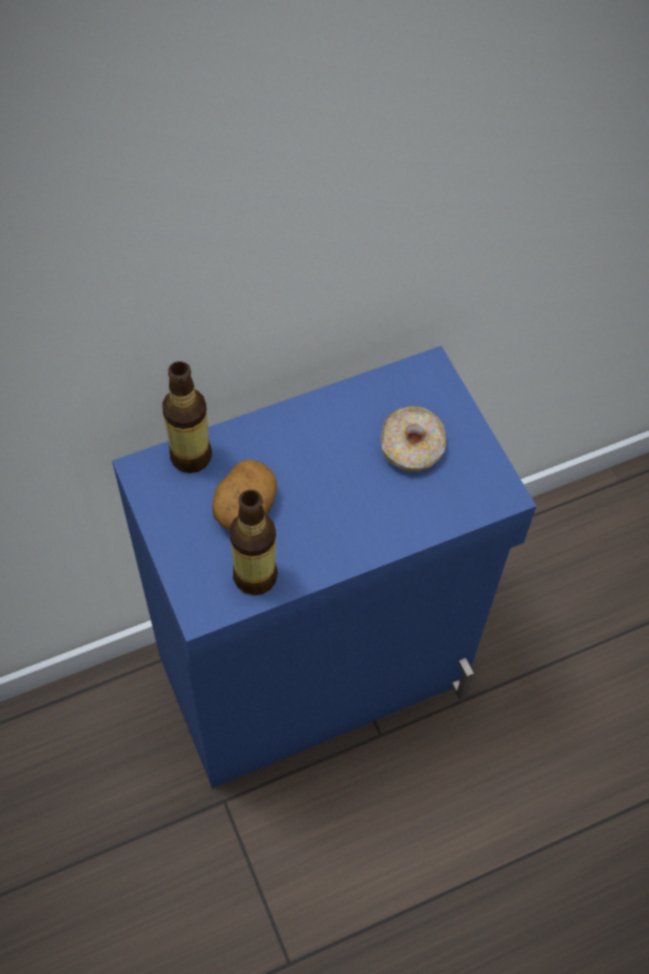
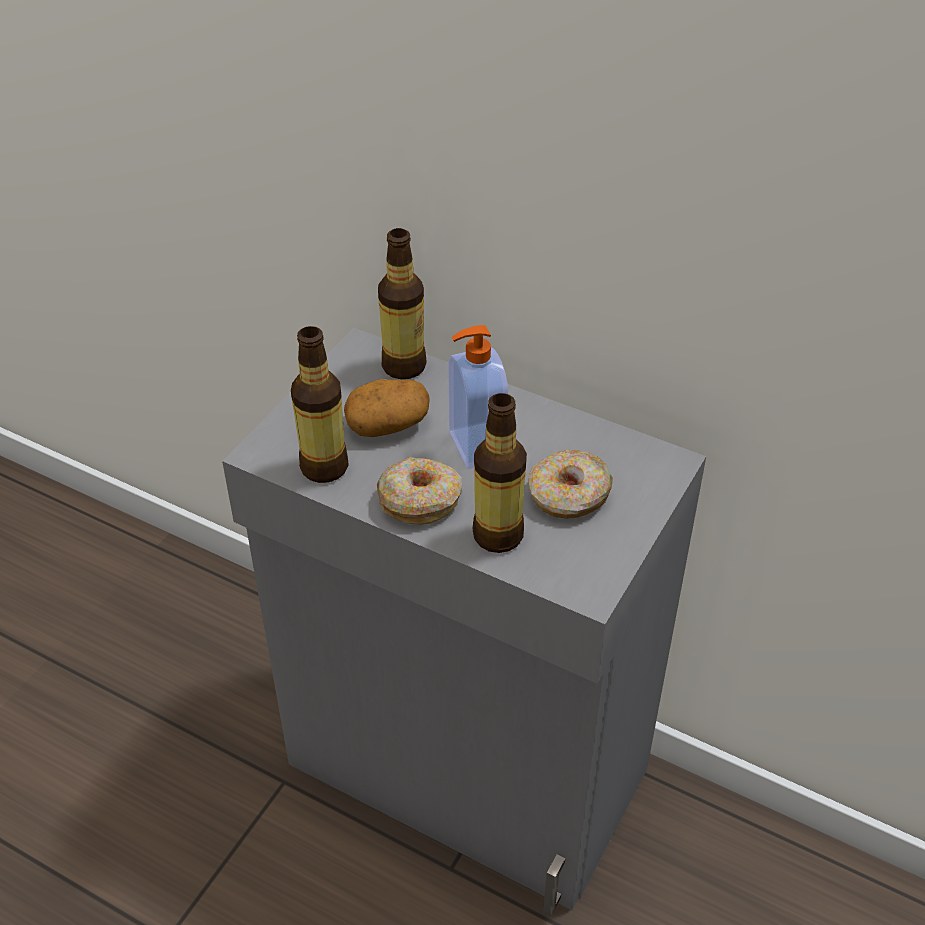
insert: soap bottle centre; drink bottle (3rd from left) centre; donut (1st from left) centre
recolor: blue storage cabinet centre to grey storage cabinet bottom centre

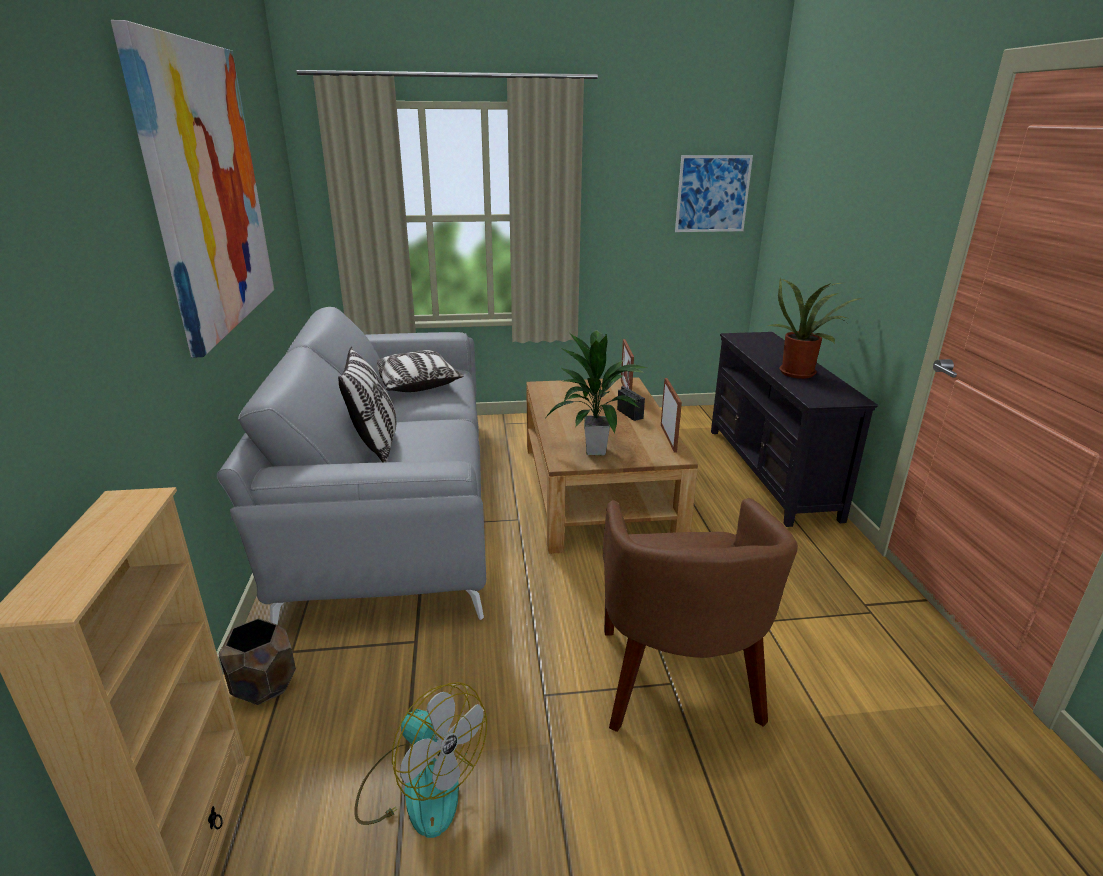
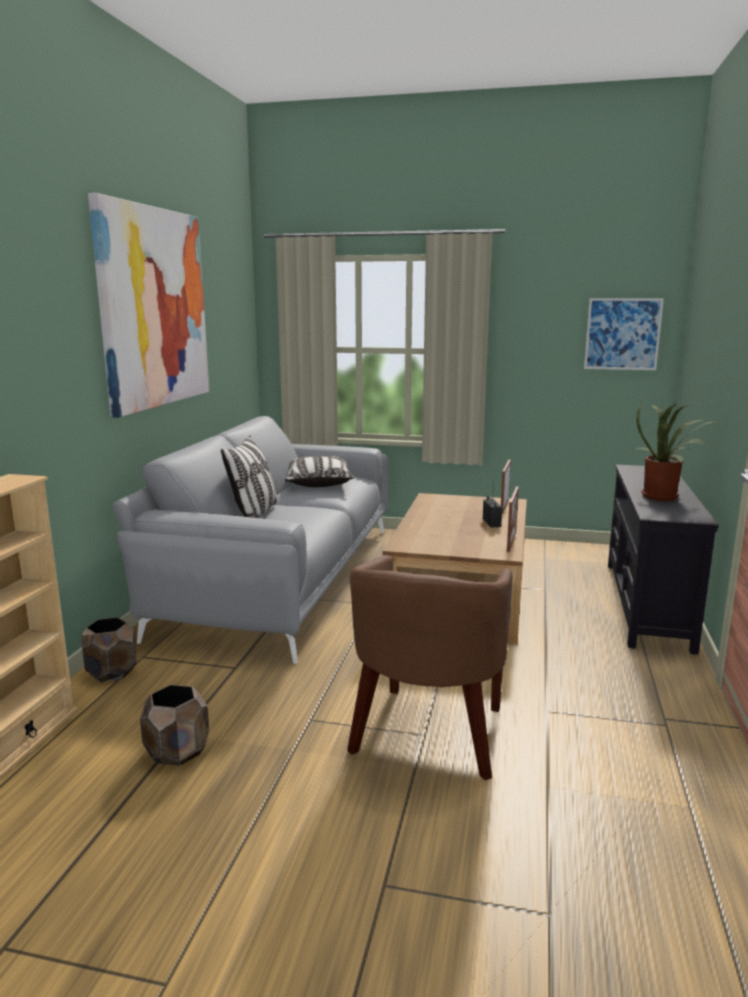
delete: potted plant (1st from left) centre
replace: cooling fan bottom centre to brownish plant pot (2nd from left) bottom left

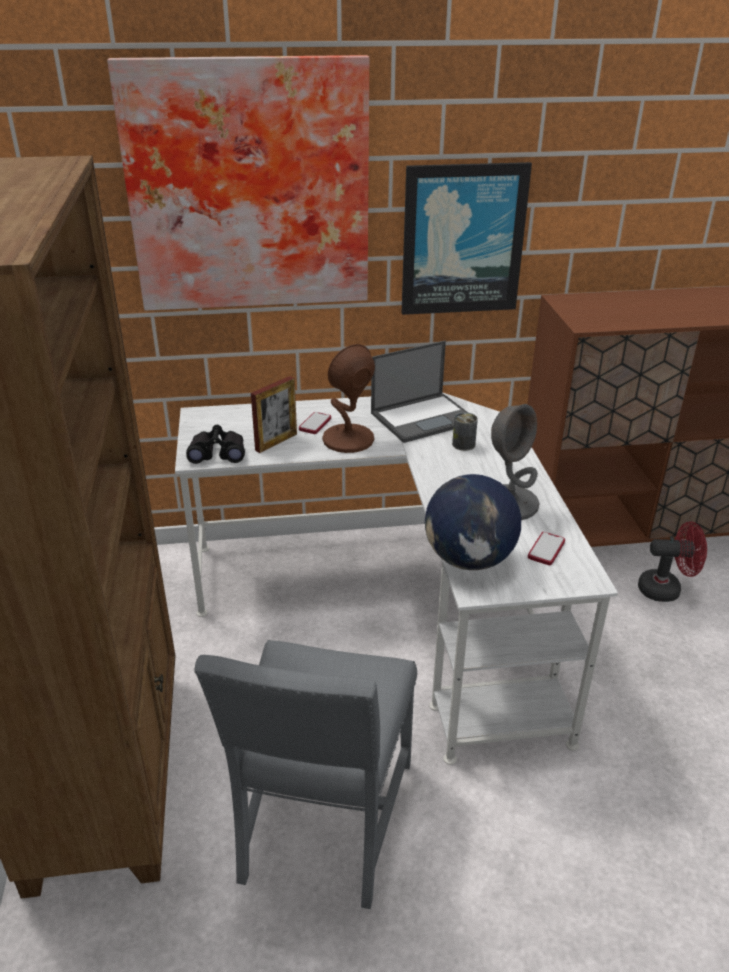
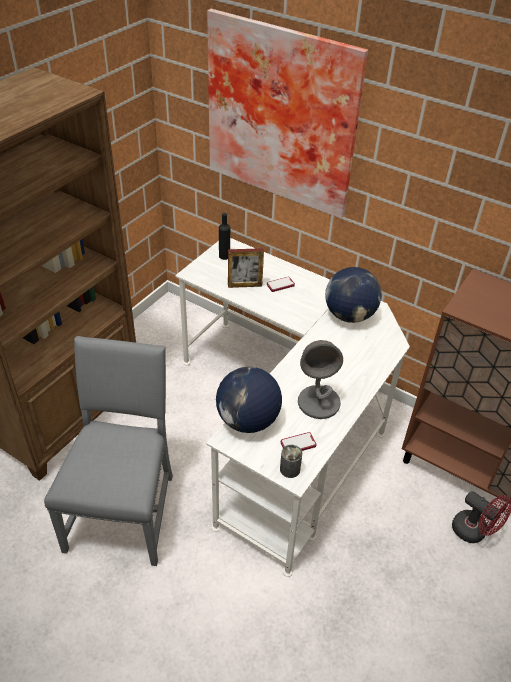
delete: picture (2nd from left) top centre; brownish lamp for a table centre; blackish pair of binoculars middle left
insert: blackish drink bottle centre
move: sealed can centre to bottom centre
replace: laptop centre to desk globe (2nd from left) middle right
rotate: grey upright chair bottom centre = middle left 135 degrees clockwise

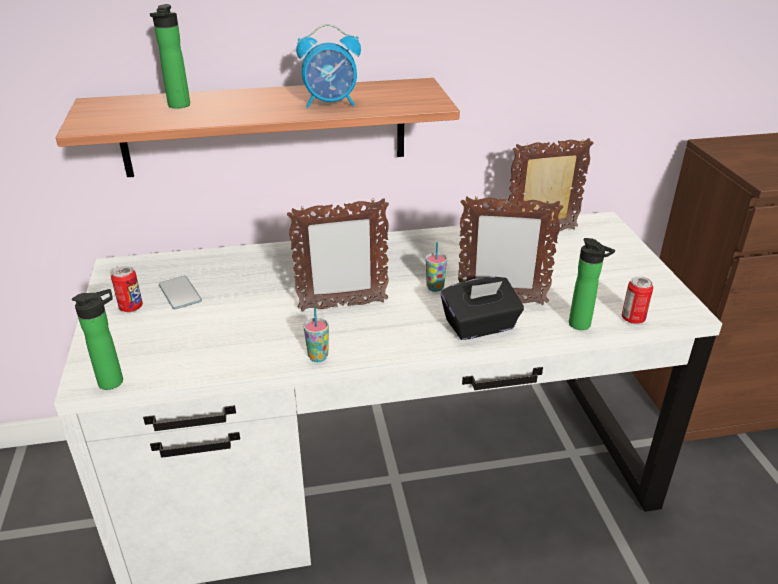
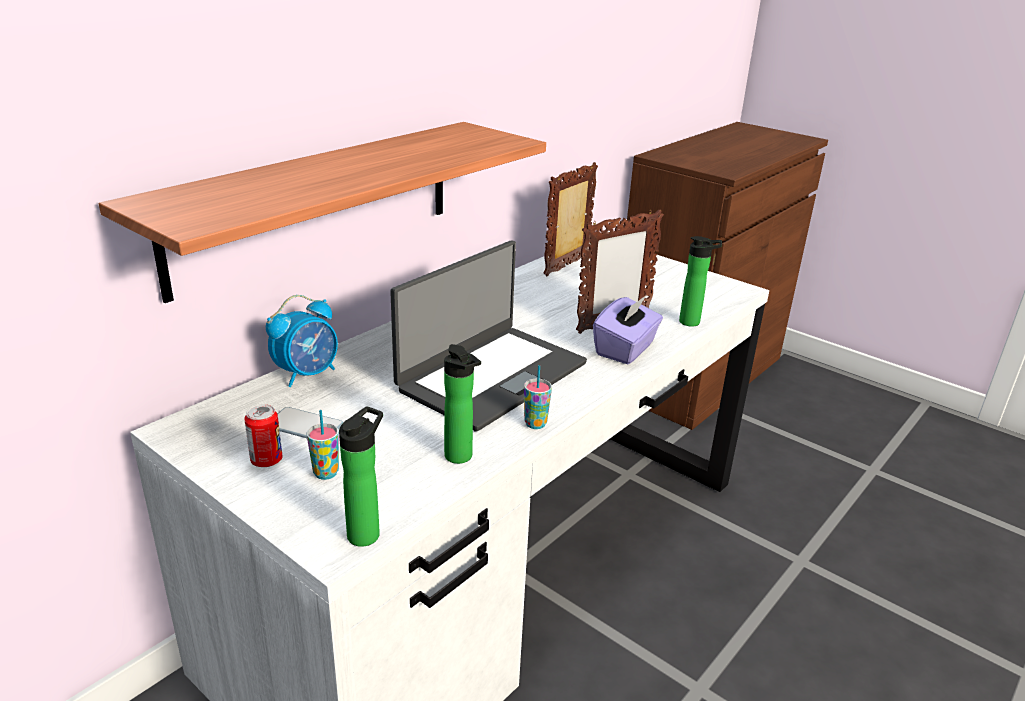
delete: sealed can (2nd from left) middle right
move: drink bottle (2nd from left) top left to centre; table clock top centre to middle left; drinking cup (2nd from left in the first image) centre to drinking cup (1st from left) middle left
replace: standing frame (1st from left) centre to laptop centre
recolor: blackish box of tissues centre to purple-coloured box of tissues centre

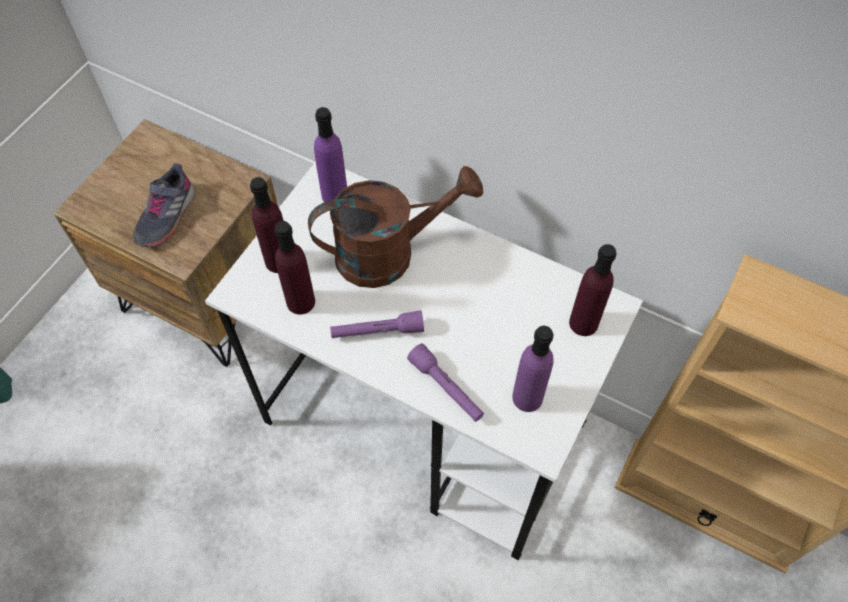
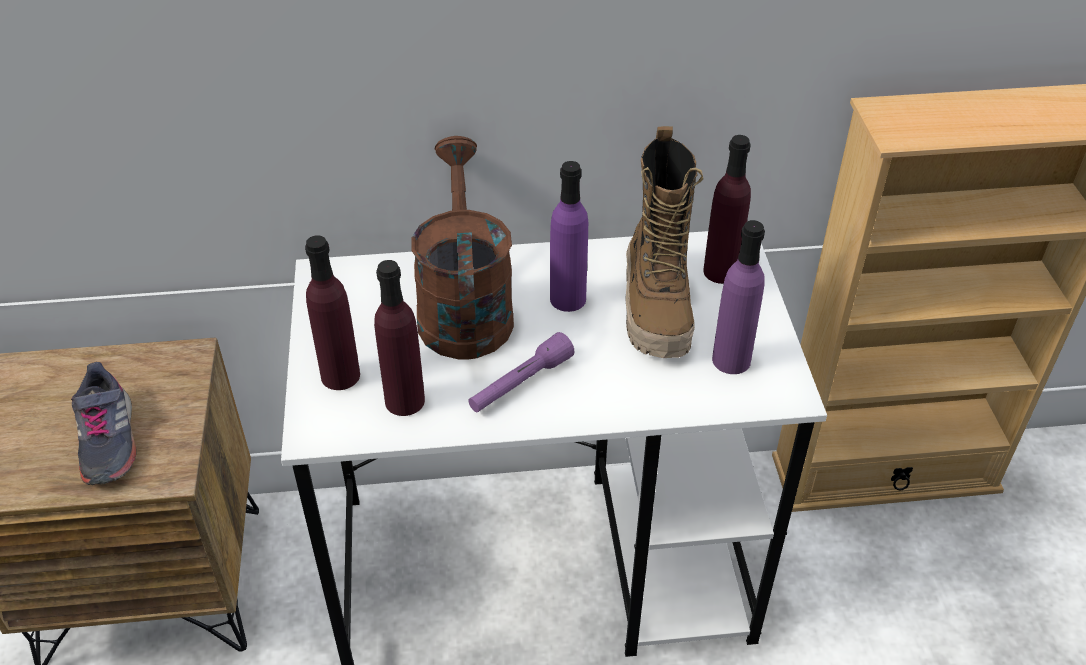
delete: purple-coloured flashlight (2nd from left) centre
insert: boot centre
move: purple-coloured drink bottle (3rd from left) top centre to centre
rotate: brownish sprinkling can centre = centre 45 degrees counterclockwise

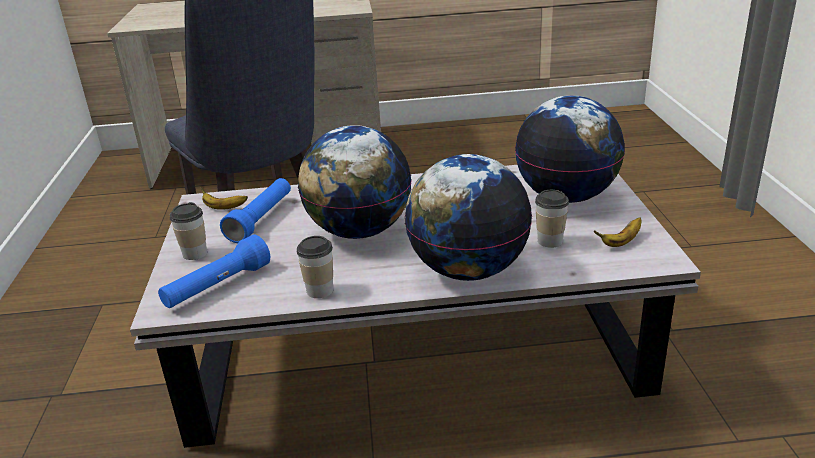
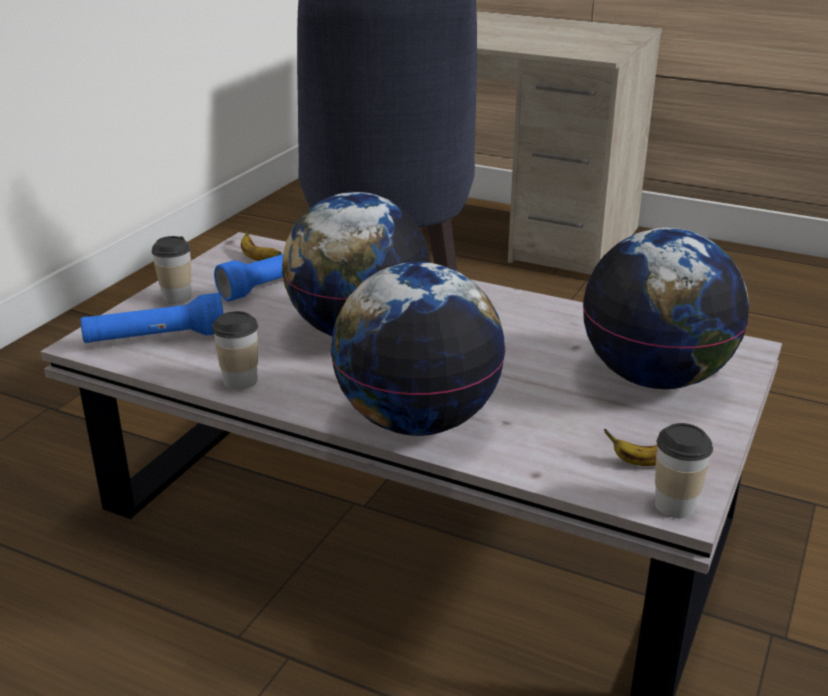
move: drinking cup (3rd from left) middle right to bottom right

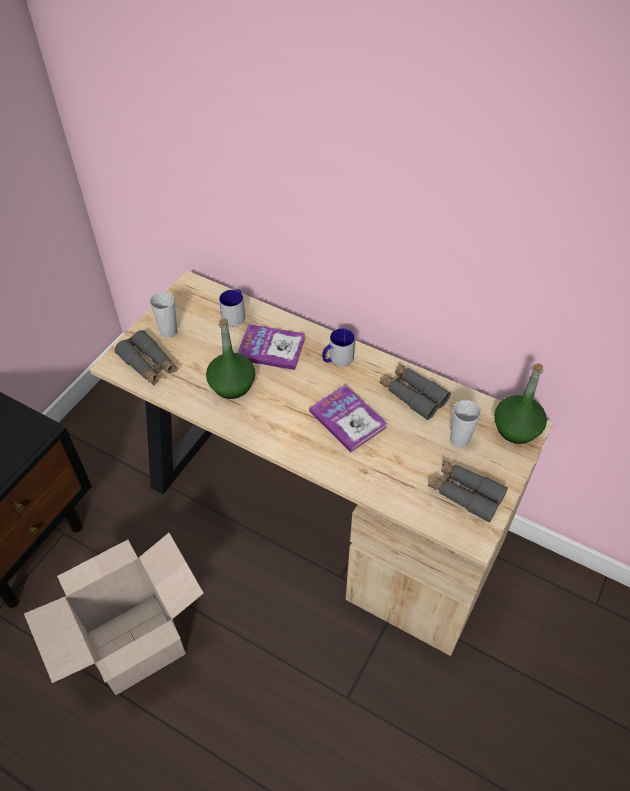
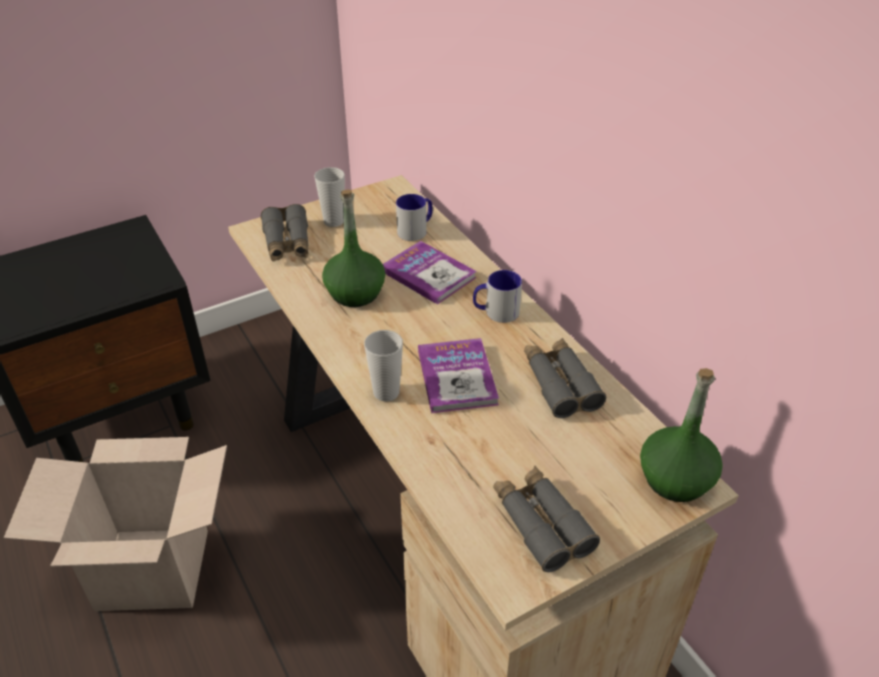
move: drinking cup (2nd from left) middle right to centre

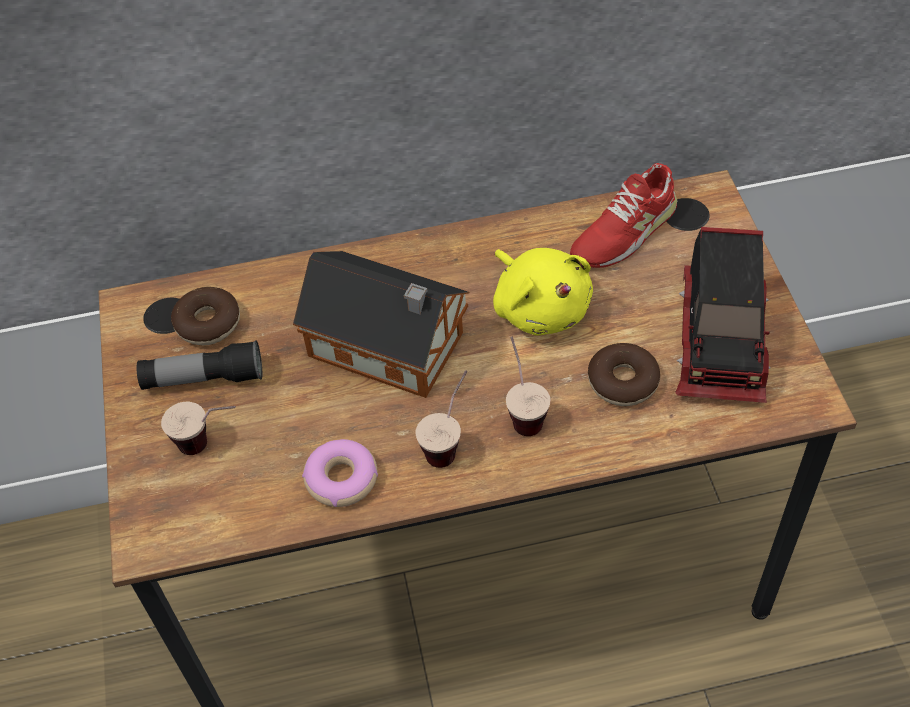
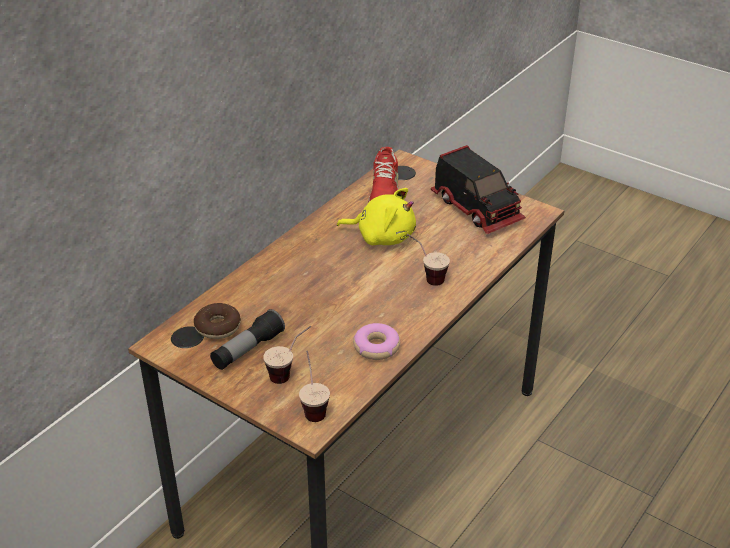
delete: miniature house centre; donut (3rd from left) middle right
move: drinking cup (2nd from left) centre to bottom centre

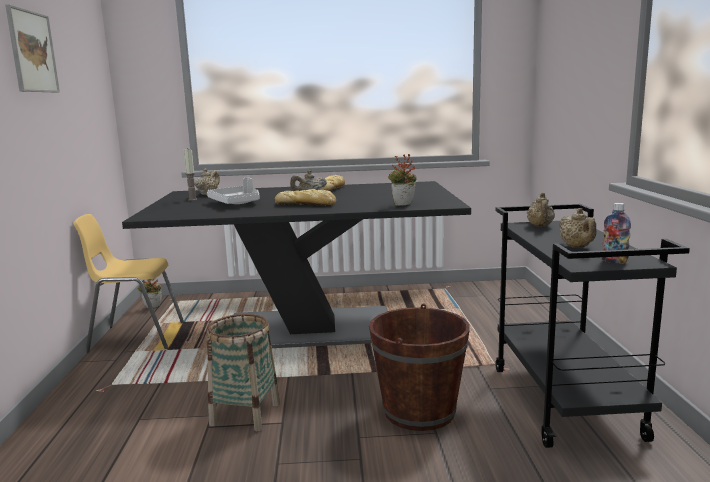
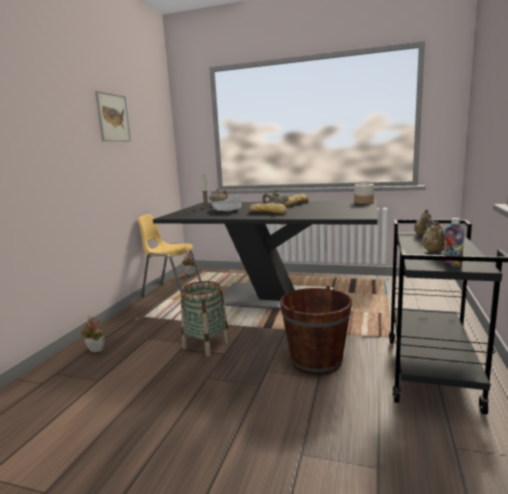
insert: storage jar middle right
move: potted plant (2nd from left in the first image) centre to potted plant (1st from left) bottom left

